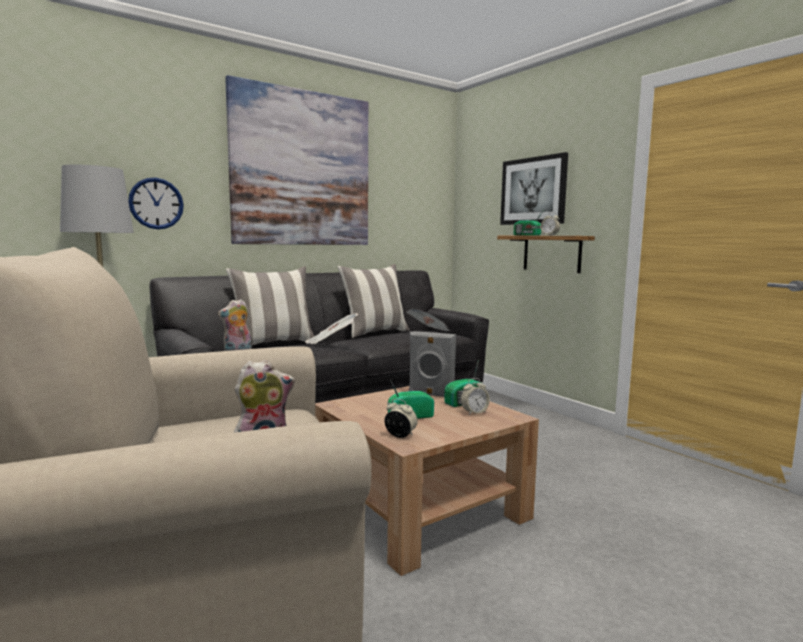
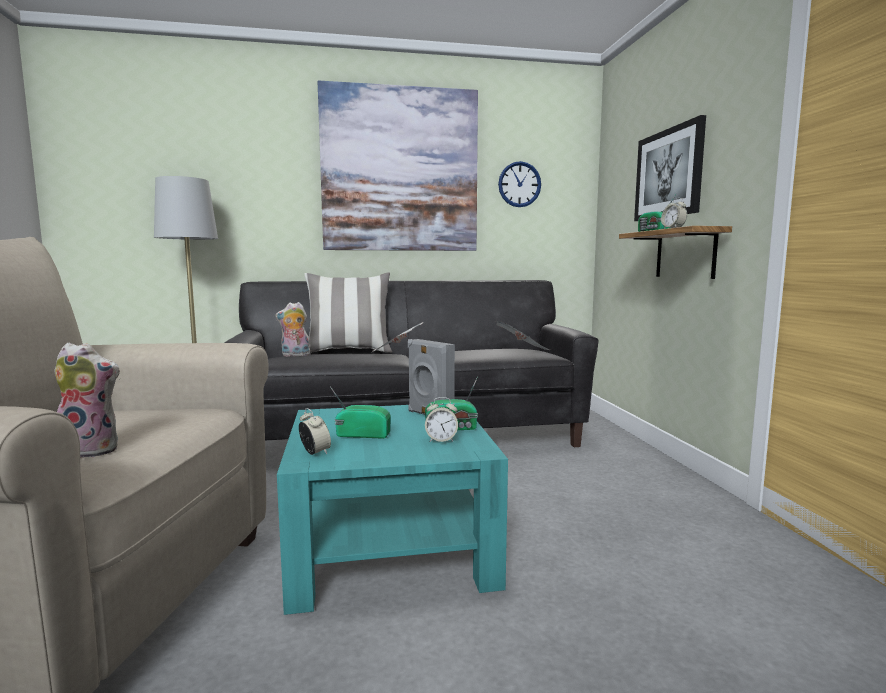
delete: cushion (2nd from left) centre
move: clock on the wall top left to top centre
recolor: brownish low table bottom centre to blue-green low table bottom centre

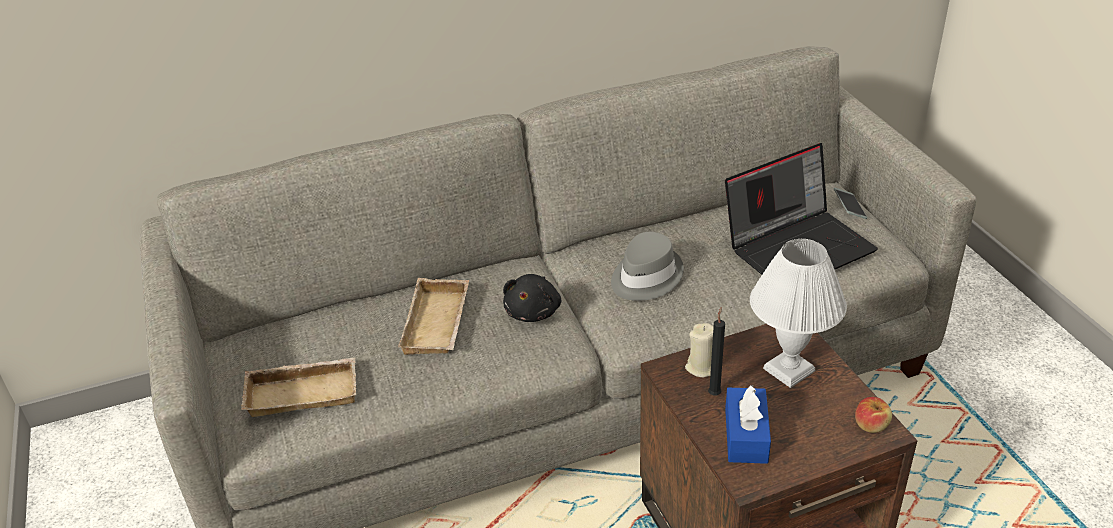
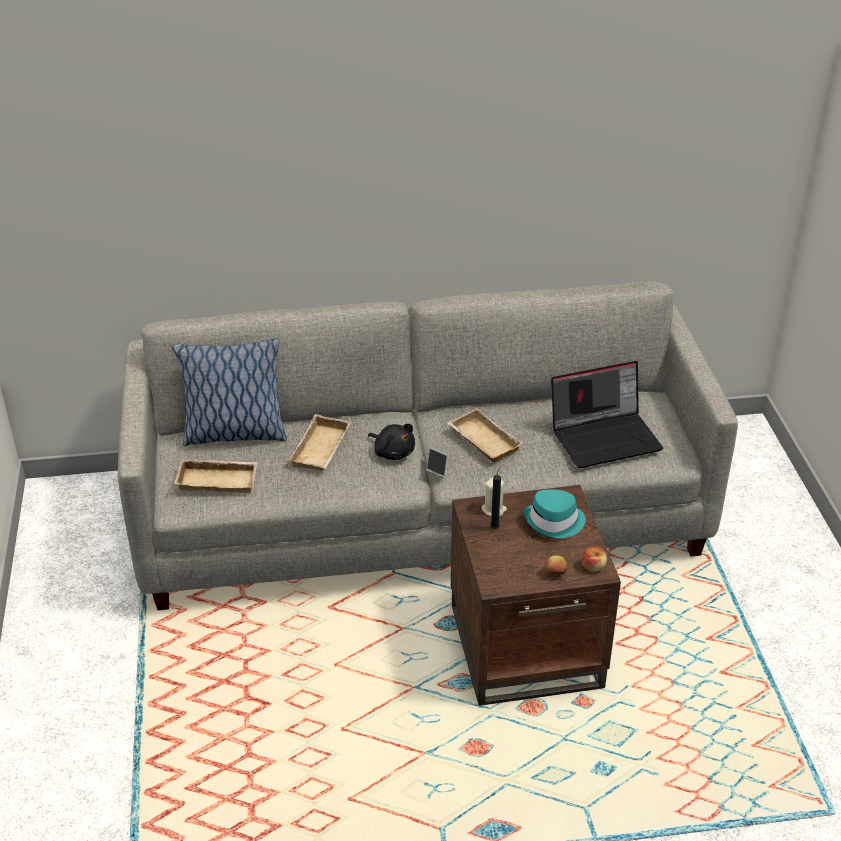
delete: blue box of tissues bottom right
insert: cushion middle left; apple fruit (1st from left) bottom centre
move: telephone middle right to centre
replace: grey wearable hat centre to sand-coloured tray (3rd from left) centre; whitish lamp for a table middle right to blue-green wearable hat centre
rotate: blackish plush toy centre = centre 75 degrees counterclockwise

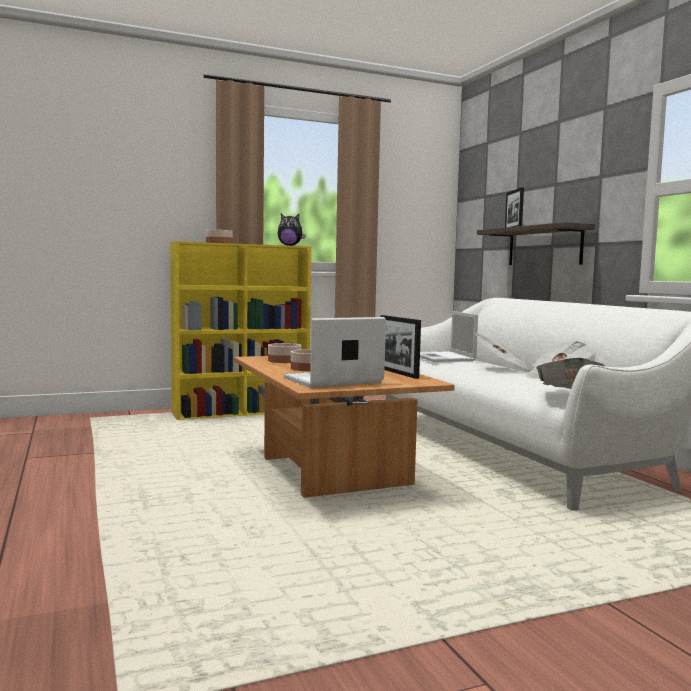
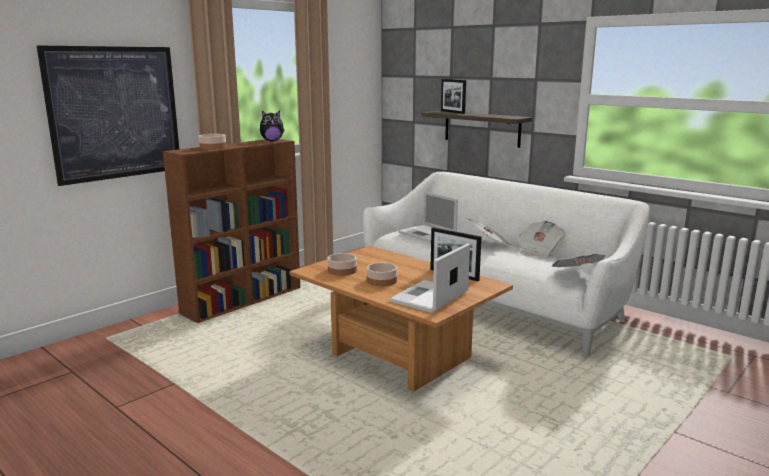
insert: picture top left
recolor: yellow bookcase centre to brownish bookcase middle left

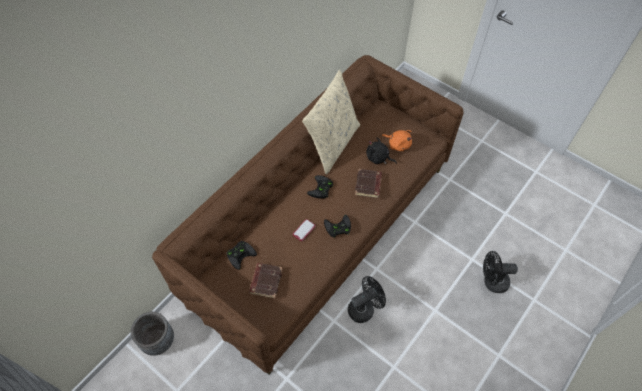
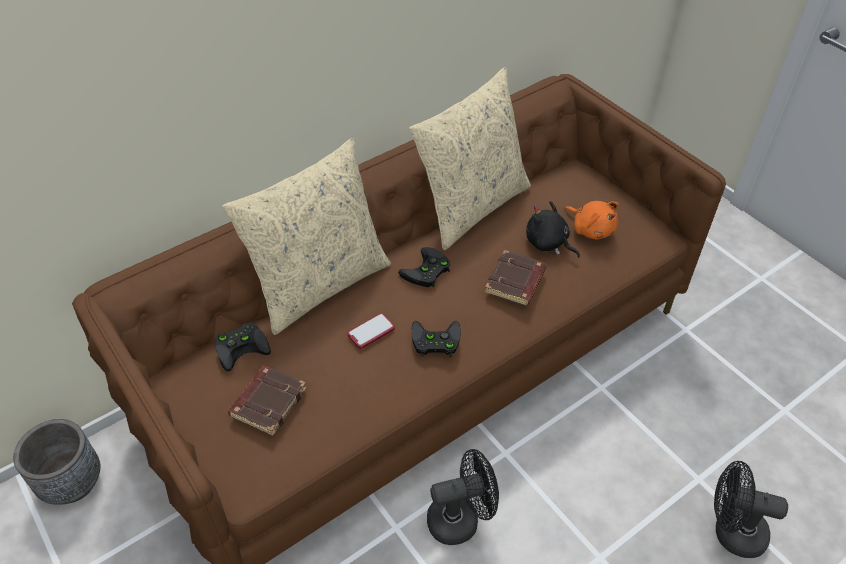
insert: sand-coloured cushion (1st from left) centre

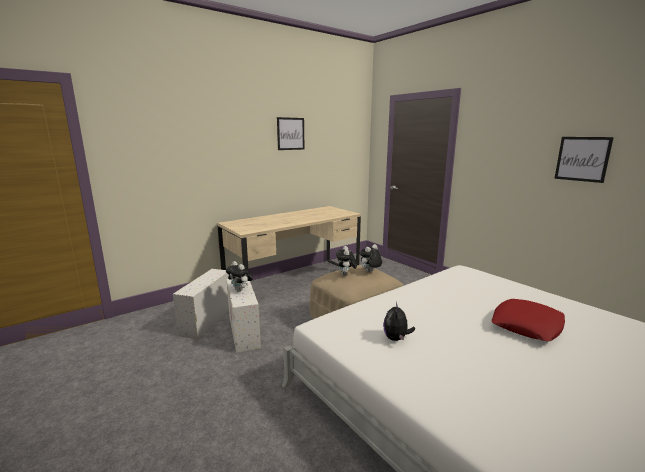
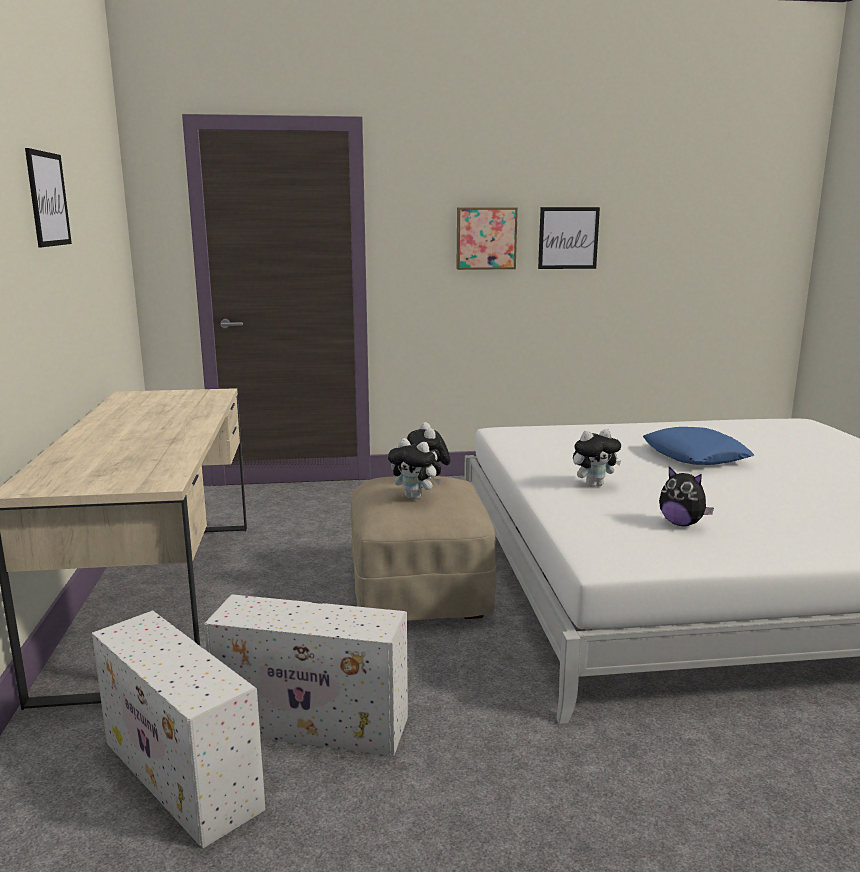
insert: picture (2nd from left) top centre
move: plush toy (1st from left in the first image) centre to plush toy (3rd from left) middle right
recolor: red cushion bottom right to blue cushion middle right

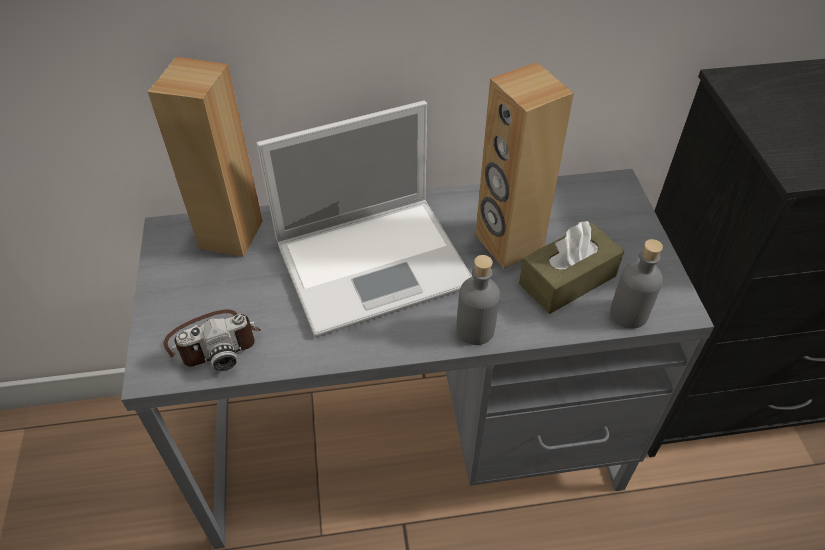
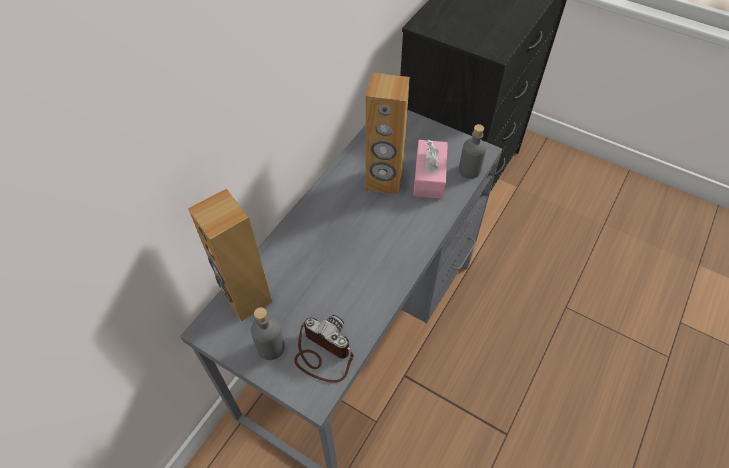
delete: laptop centre
move: grey drink bottle (1st from left) centre to bottom centre
recolor: brownish box of tissues middle right to pink-coloured box of tissues centre
rotate: still camera middle left = bottom centre 75 degrees counterclockwise

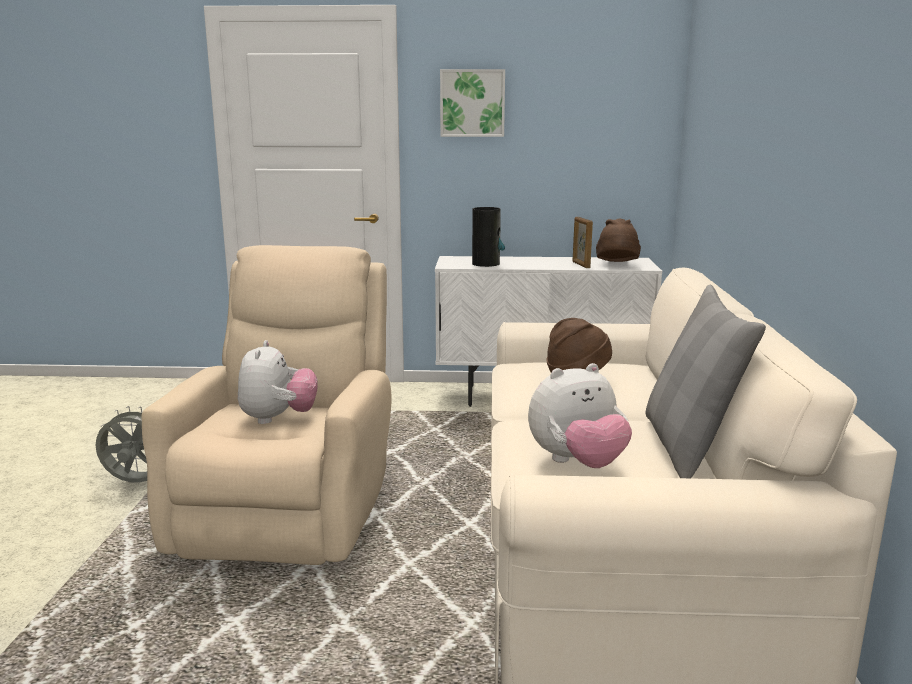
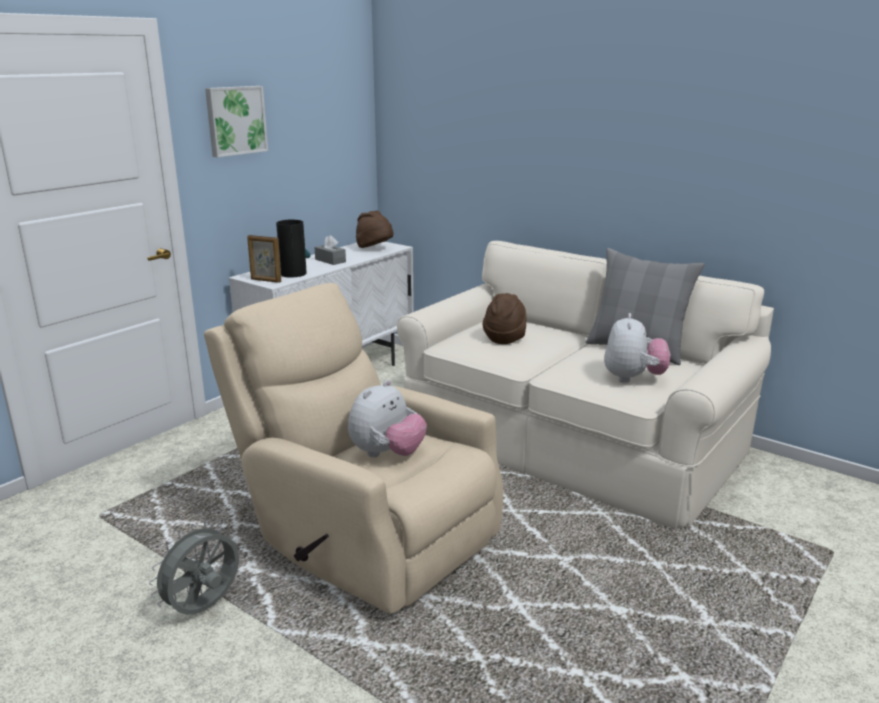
insert: grey box of tissues centre
move: standing frame centre to middle left
rotate: plush toy (1st from left) middle left = centre 90 degrees clockwise

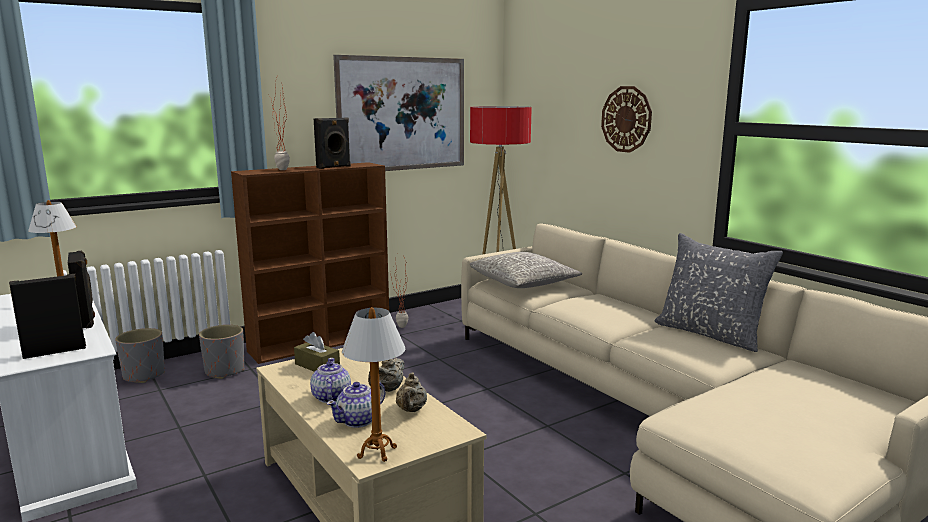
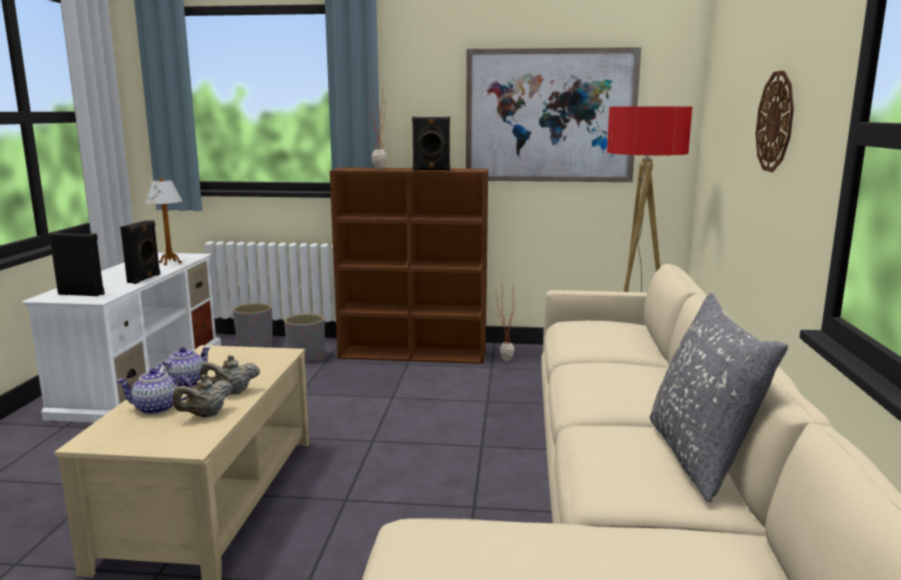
delete: grey cushion (1st from left) centre; lamp for a table (2nd from left) bottom centre; brownish box of tissues bottom centre

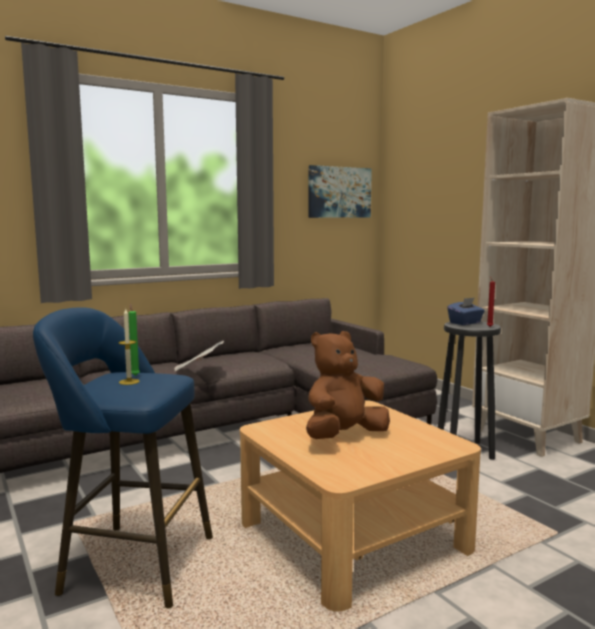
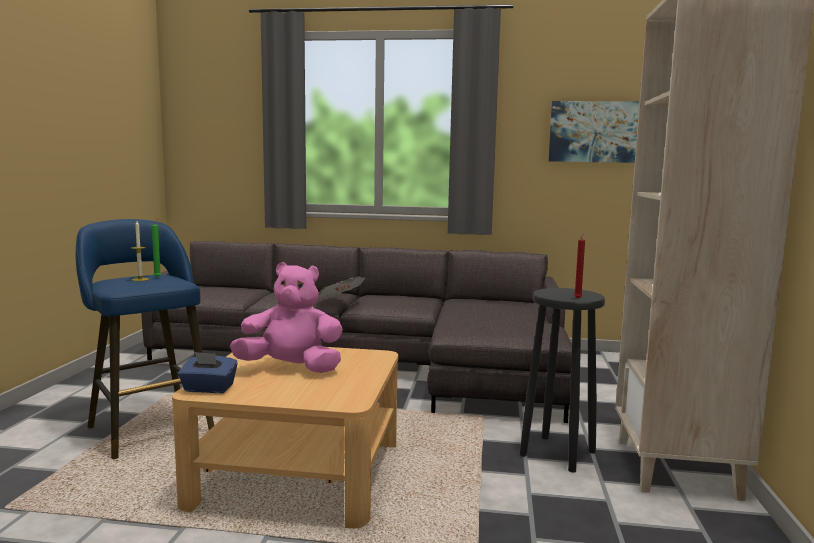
move: blue box of tissues middle right to bottom left
recolor: brownish plush toy centre to pink-coloured plush toy centre

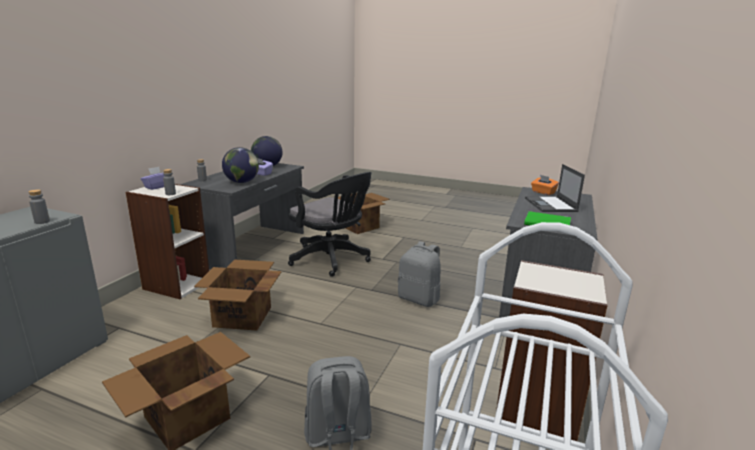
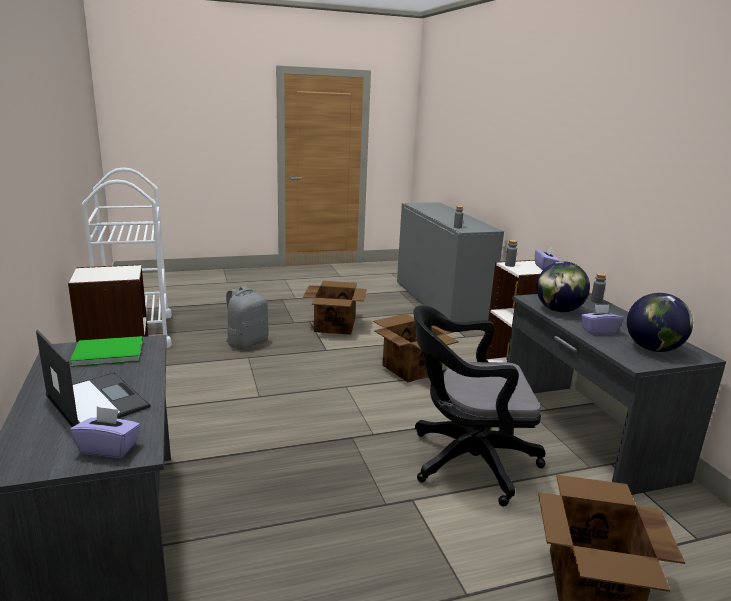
delete: grey backpack (2nd from left) centre
recolor: orange box of tissues middle right to purple-coloured box of tissues (1st from left) bottom left

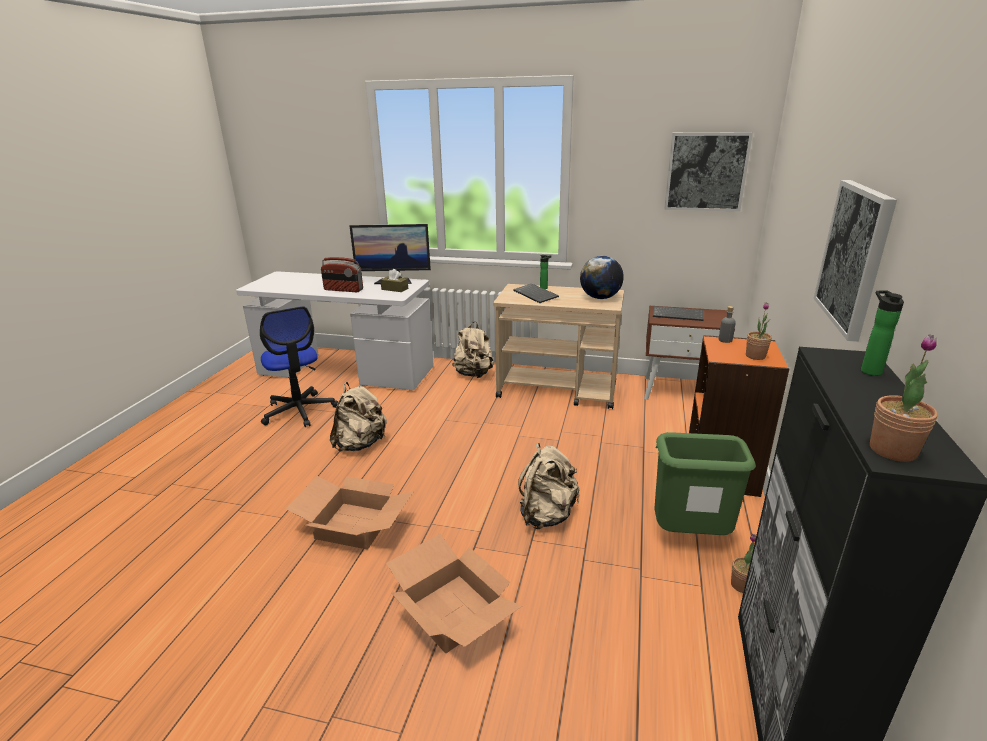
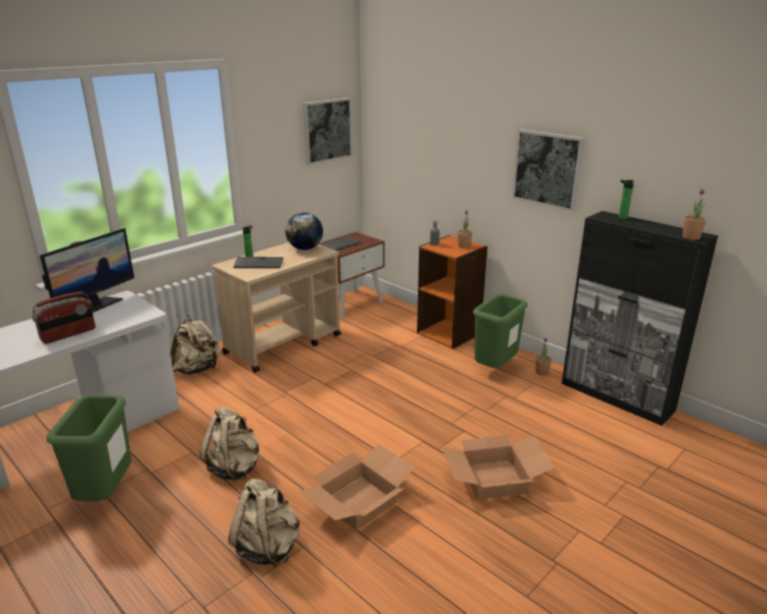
delete: brownish box of tissues centre
move: sand-coloured backpack (3rd from left) centre to bottom centre
replace: computer chair middle left to greenish trash can (1st from left) bottom left

